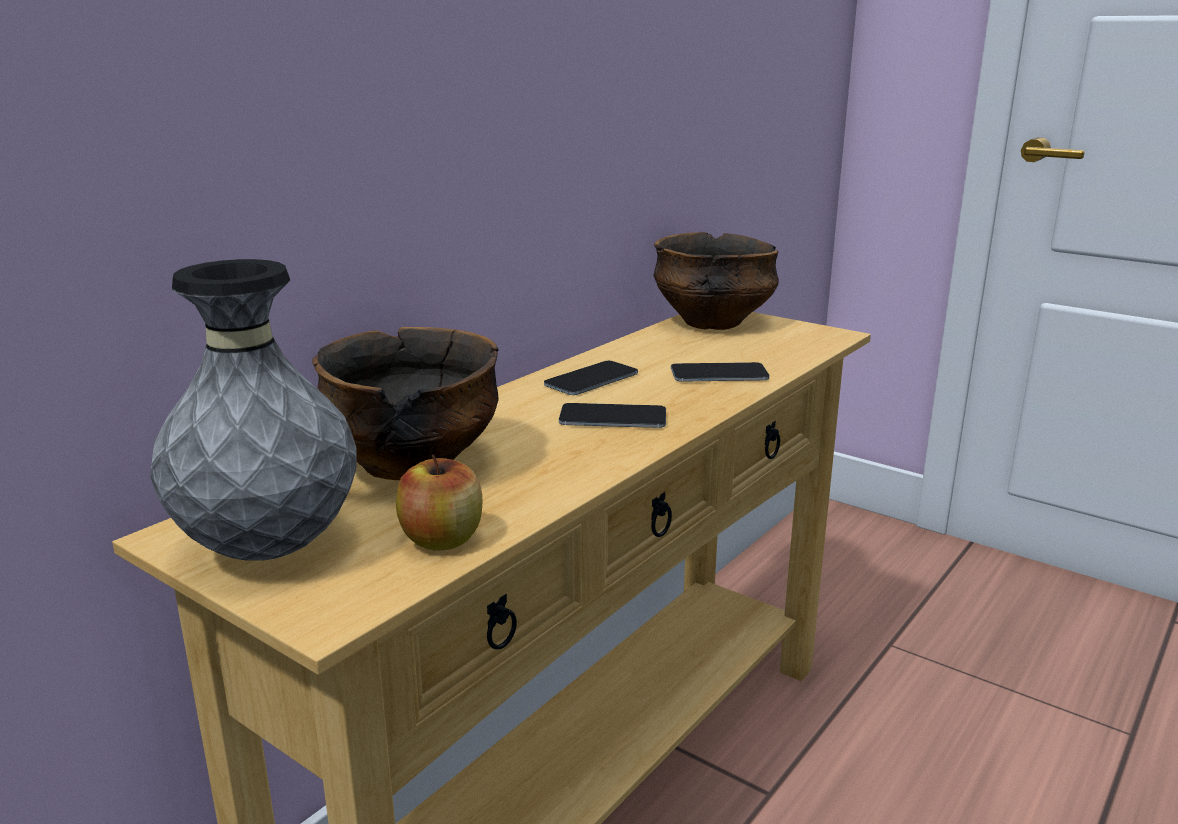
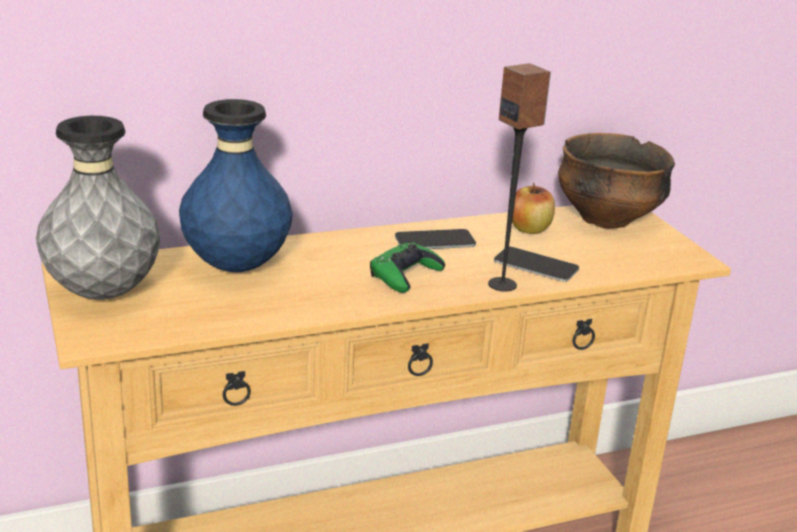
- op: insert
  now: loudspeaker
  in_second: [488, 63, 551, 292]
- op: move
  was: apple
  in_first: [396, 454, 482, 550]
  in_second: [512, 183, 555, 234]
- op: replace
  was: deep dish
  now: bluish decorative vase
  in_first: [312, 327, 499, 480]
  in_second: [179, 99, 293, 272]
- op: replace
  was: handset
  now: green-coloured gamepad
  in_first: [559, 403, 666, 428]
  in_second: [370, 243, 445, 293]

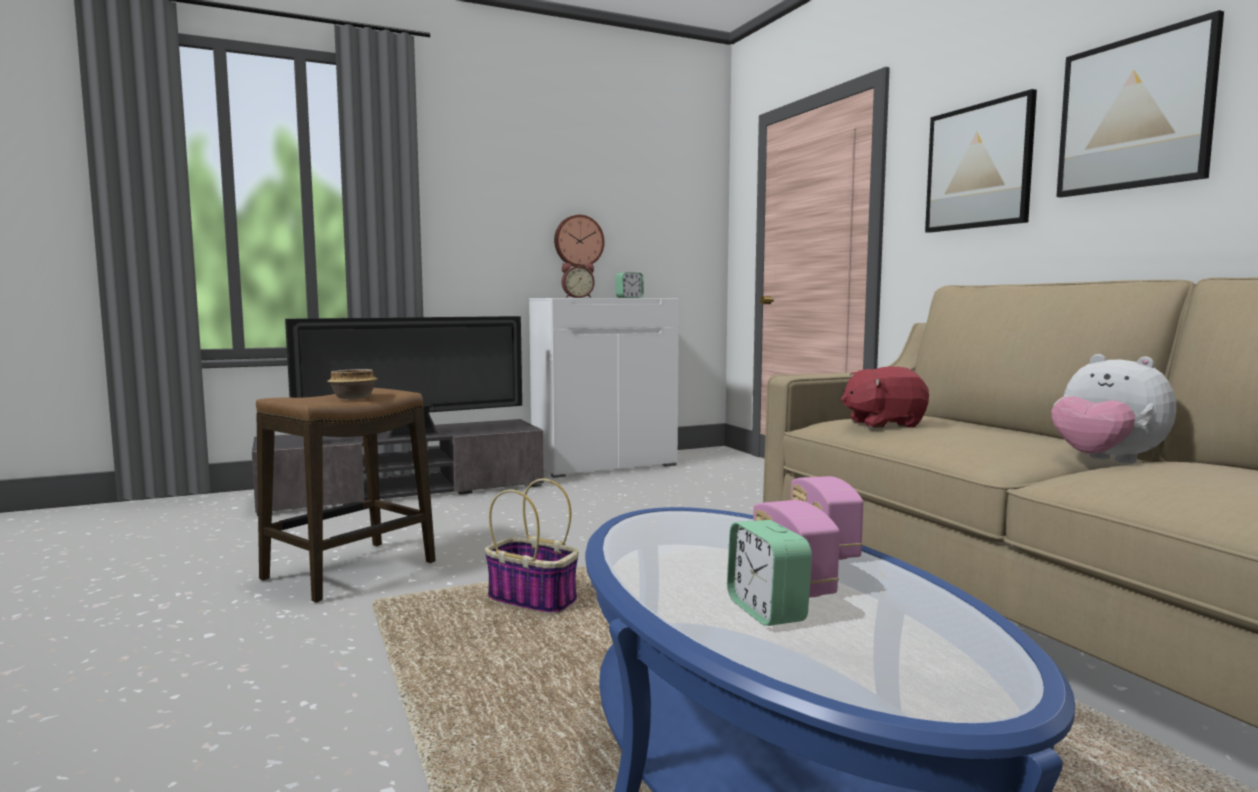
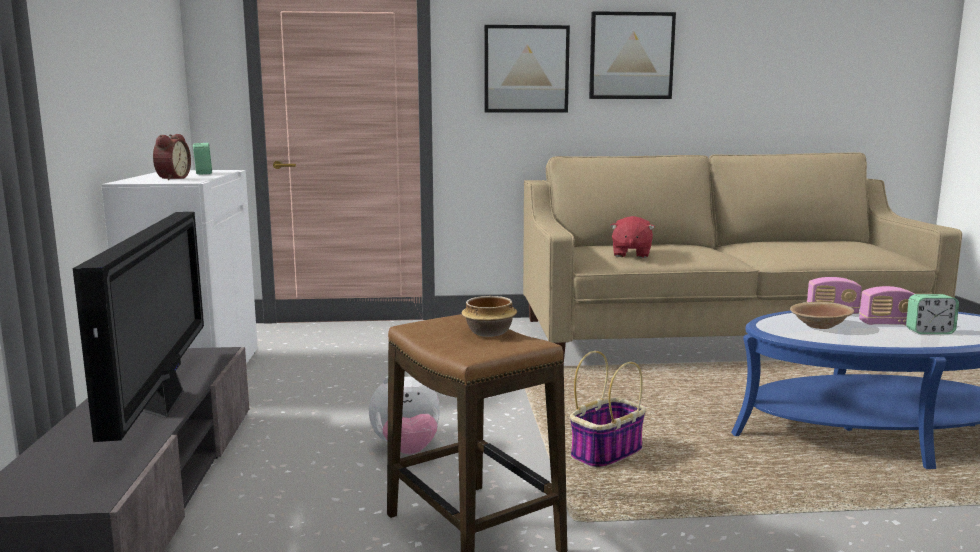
- op: delete
  was: clock on the wall
  in_first: [554, 215, 605, 267]
- op: insert
  now: brown-coloured deep dish
  in_second: [790, 302, 854, 329]
- op: move
  was: soft toy
  in_first: [1051, 354, 1176, 463]
  in_second: [369, 376, 440, 454]

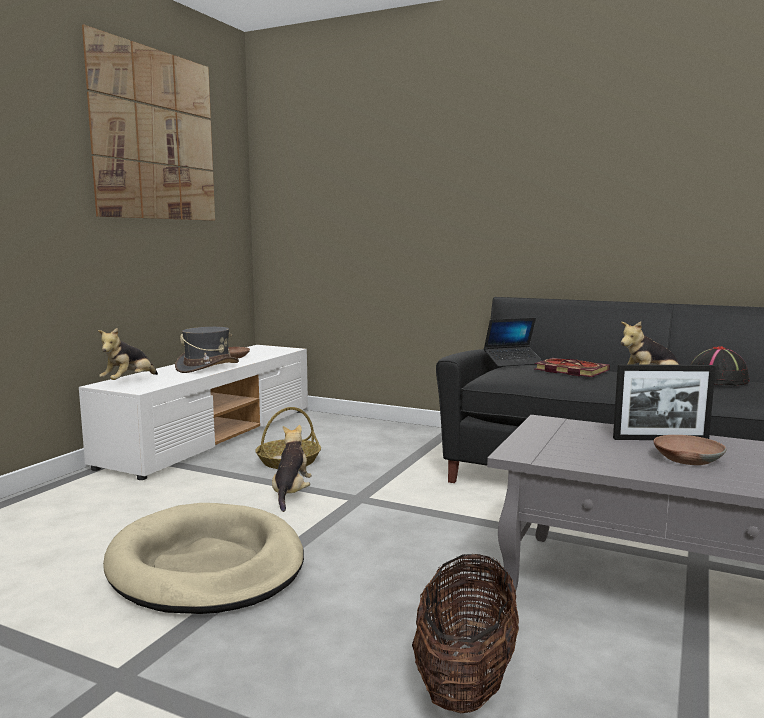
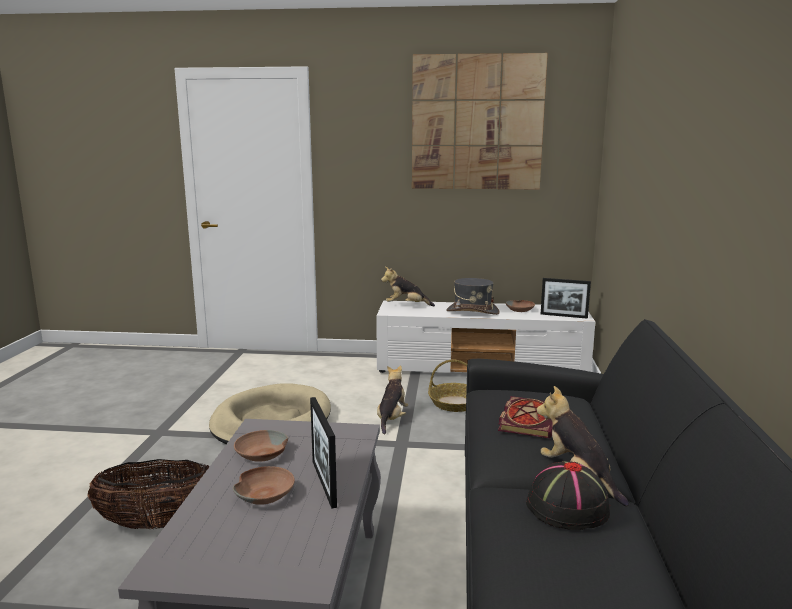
- op: delete
  was: laptop
  in_first: [484, 318, 542, 367]
- op: insert
  now: brown-coloured deep dish
  in_second: [234, 430, 288, 462]
- op: insert
  now: standing frame
  in_second: [541, 278, 591, 319]
- op: rotate
  was: soft toy
  in_first: [272, 425, 312, 512]
  in_second: [377, 365, 408, 434]
  clockwise: -60

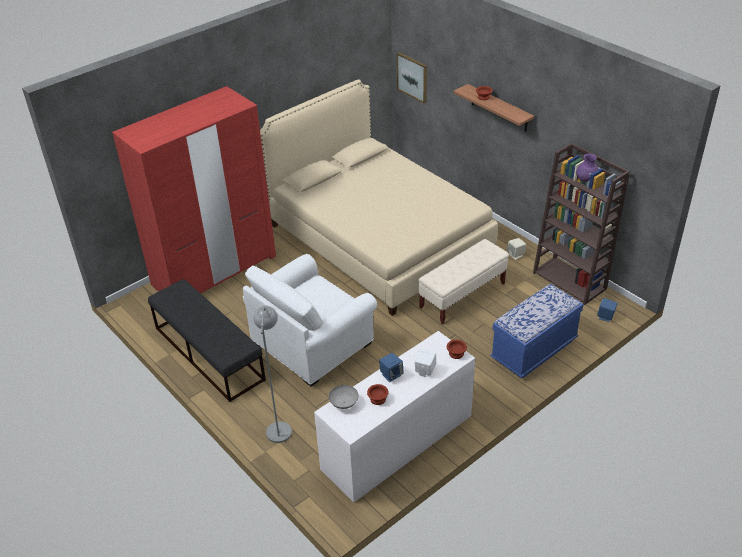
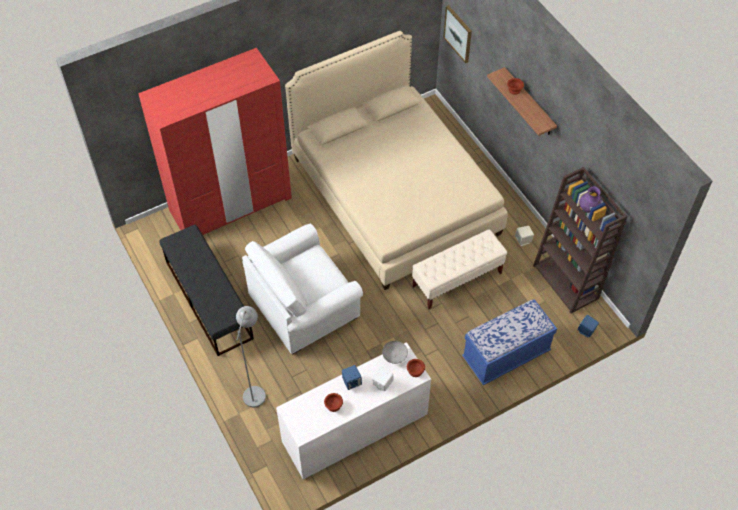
- op: move
  was: grey deep dish
  in_first: [329, 385, 359, 409]
  in_second: [382, 341, 408, 364]

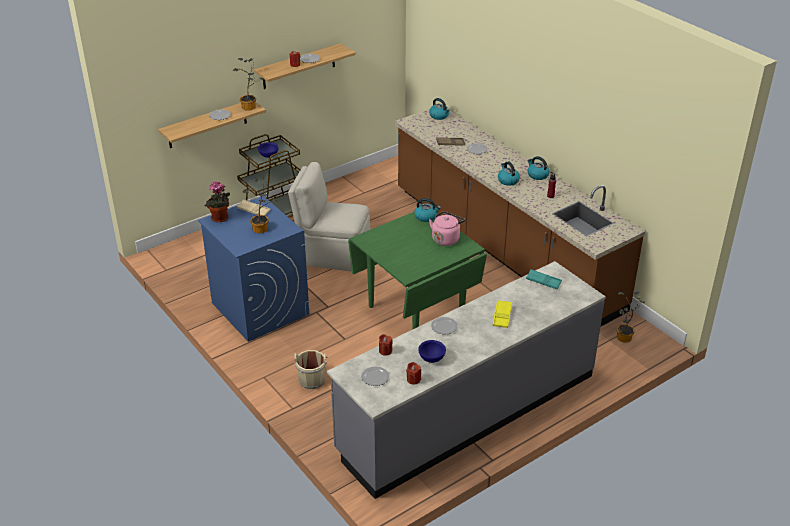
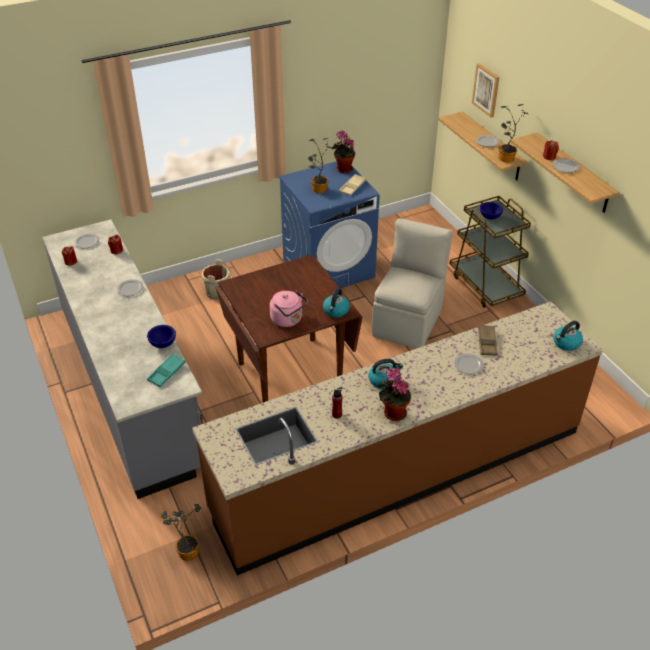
- op: delete
  was: yellowish tray
  in_first: [492, 300, 512, 328]
- op: insert
  now: picture
  in_second: [472, 63, 500, 117]
- op: move
  was: bluish deep dish
  in_first: [418, 340, 446, 363]
  in_second: [147, 325, 176, 348]
- op: replace
  was: kettle
  now: houseplant
  in_first: [527, 156, 550, 180]
  in_second: [377, 368, 411, 421]
- op: recolor
  was: green-coloured kitchen table
  now: brown-coloured kitchen table
  in_first: [348, 211, 487, 330]
  in_second: [215, 255, 362, 403]

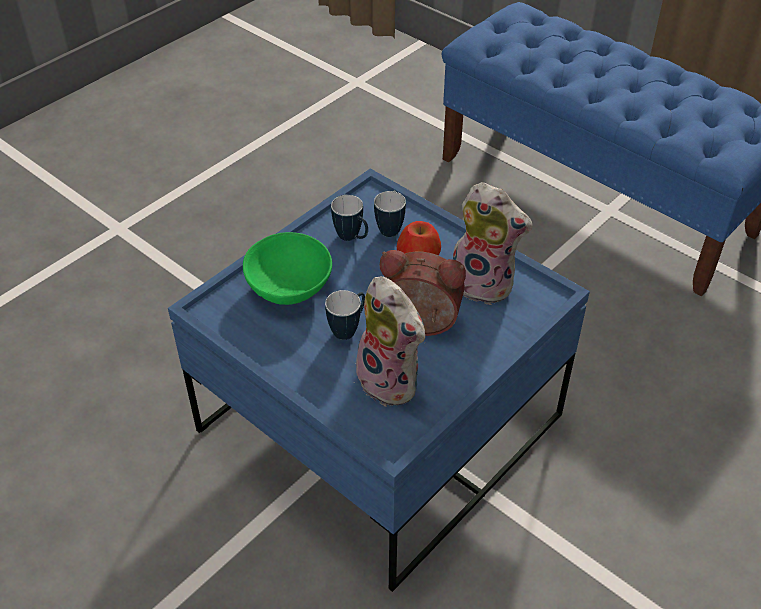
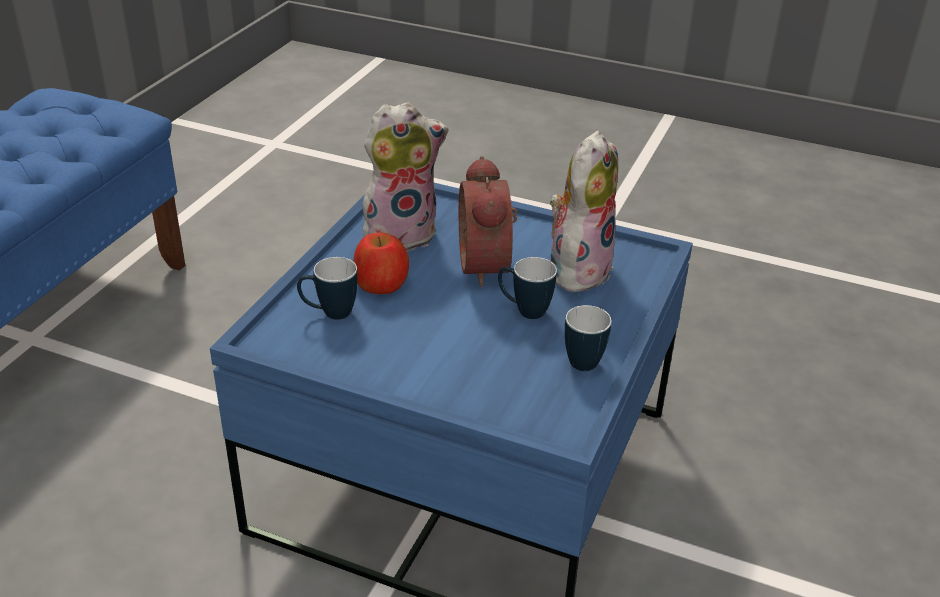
- op: delete
  was: green-coloured deep dish
  in_first: [243, 232, 332, 305]
- op: move
  was: coffee mug
  in_first: [331, 195, 368, 241]
  in_second: [565, 305, 611, 371]
- op: rotate
  was: soft toy
  in_first: [453, 182, 533, 305]
  in_second: [362, 102, 449, 251]
  clockwise: 60

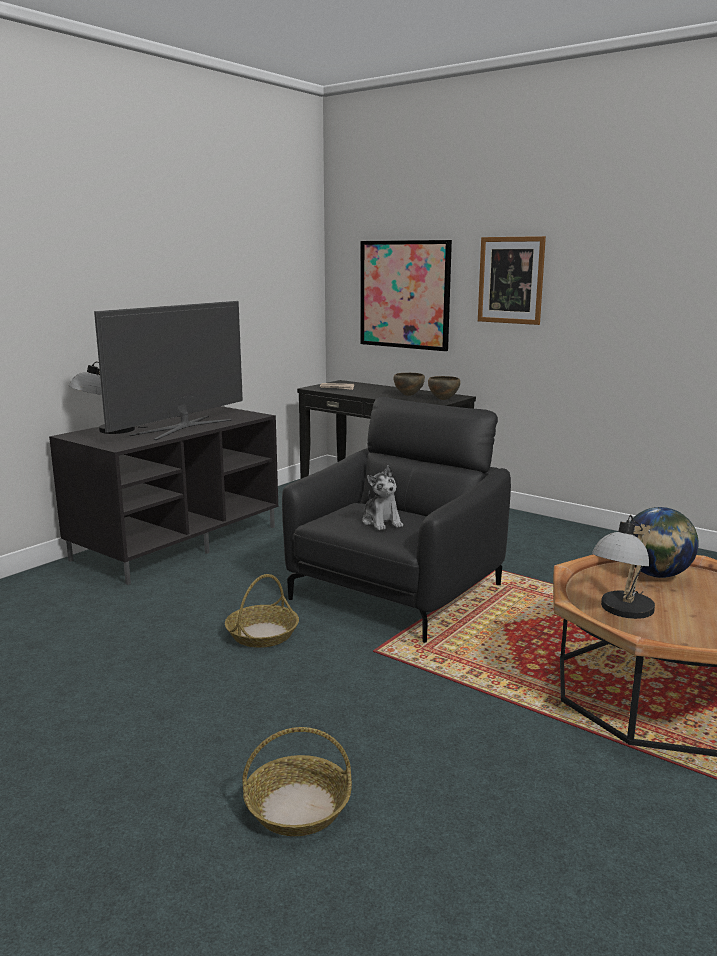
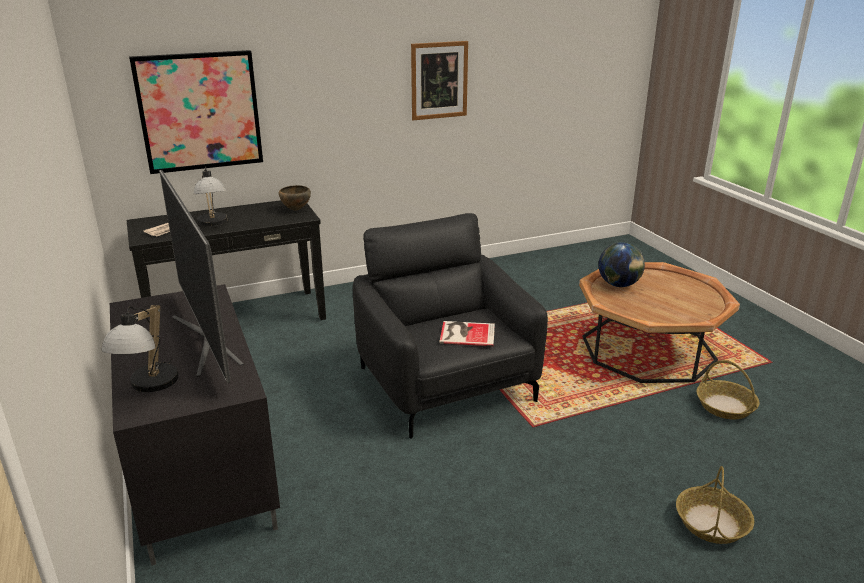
- op: delete
  was: brown-coloured deep dish
  in_first: [394, 373, 425, 396]
- op: move
  was: basket
  in_first: [225, 574, 299, 648]
  in_second: [697, 360, 759, 419]
- op: move
  was: picture
  in_first: [478, 236, 546, 325]
  in_second: [411, 41, 468, 120]
- op: move
  was: table lamp
  in_first: [592, 515, 655, 619]
  in_second: [194, 166, 228, 226]
- op: replace
  was: soft toy
  now: bound book
  in_first: [362, 465, 403, 530]
  in_second: [439, 321, 495, 346]

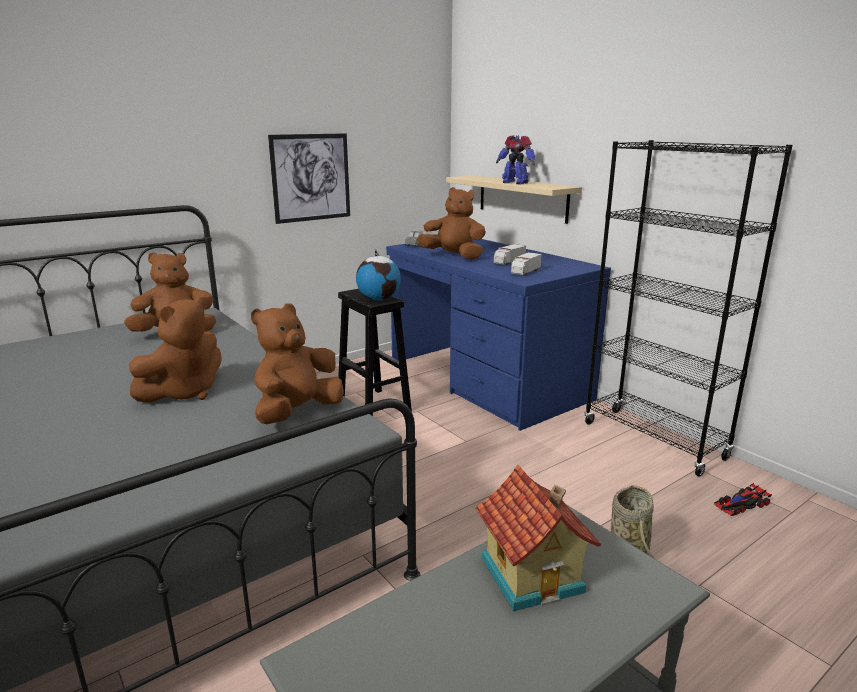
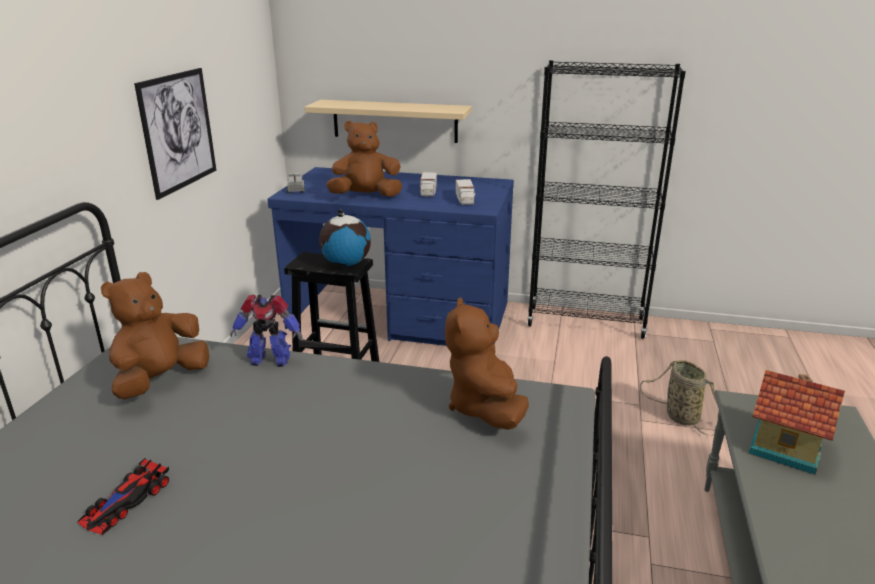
- op: delete
  was: brown-coloured soft toy
  in_first: [129, 297, 222, 403]
- op: move
  was: model robot
  in_first: [496, 135, 535, 184]
  in_second: [230, 294, 303, 367]
- op: move
  was: model car
  in_first: [714, 483, 772, 516]
  in_second: [77, 457, 169, 535]

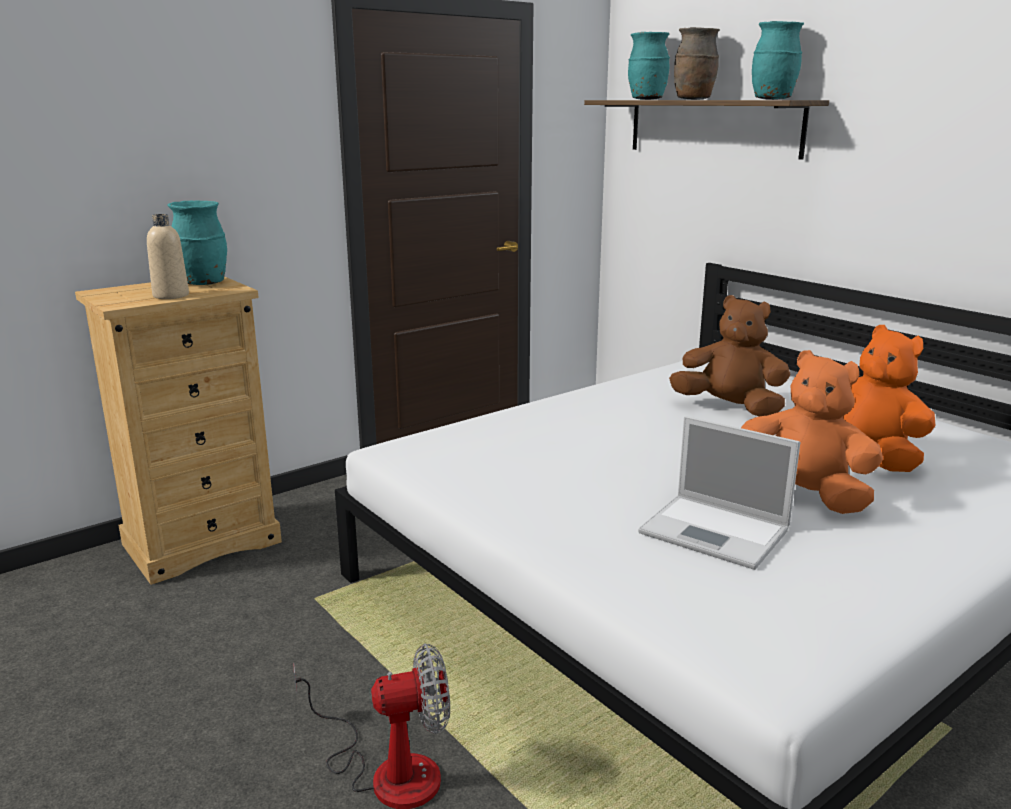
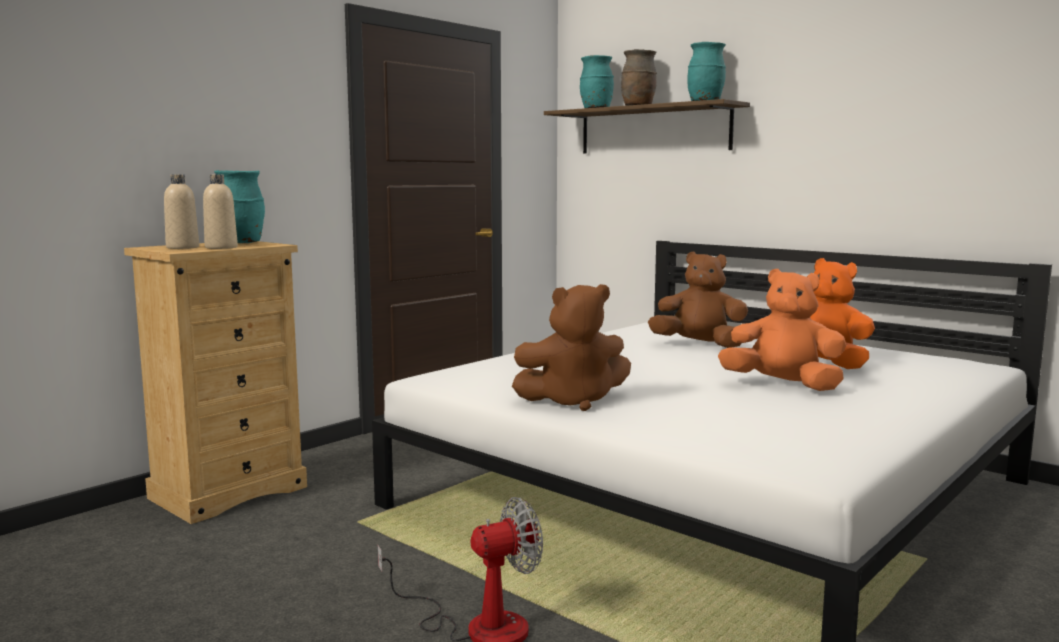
- op: delete
  was: laptop
  in_first: [638, 416, 801, 570]
- op: insert
  now: sand-coloured bottle
  in_second: [164, 175, 199, 249]
- op: insert
  now: brown-coloured soft toy
  in_second: [512, 284, 631, 411]

